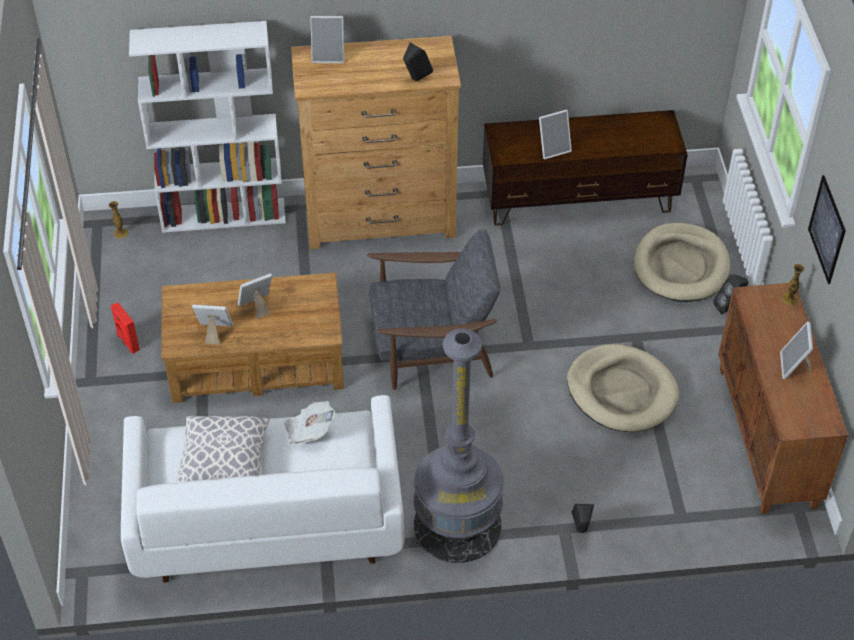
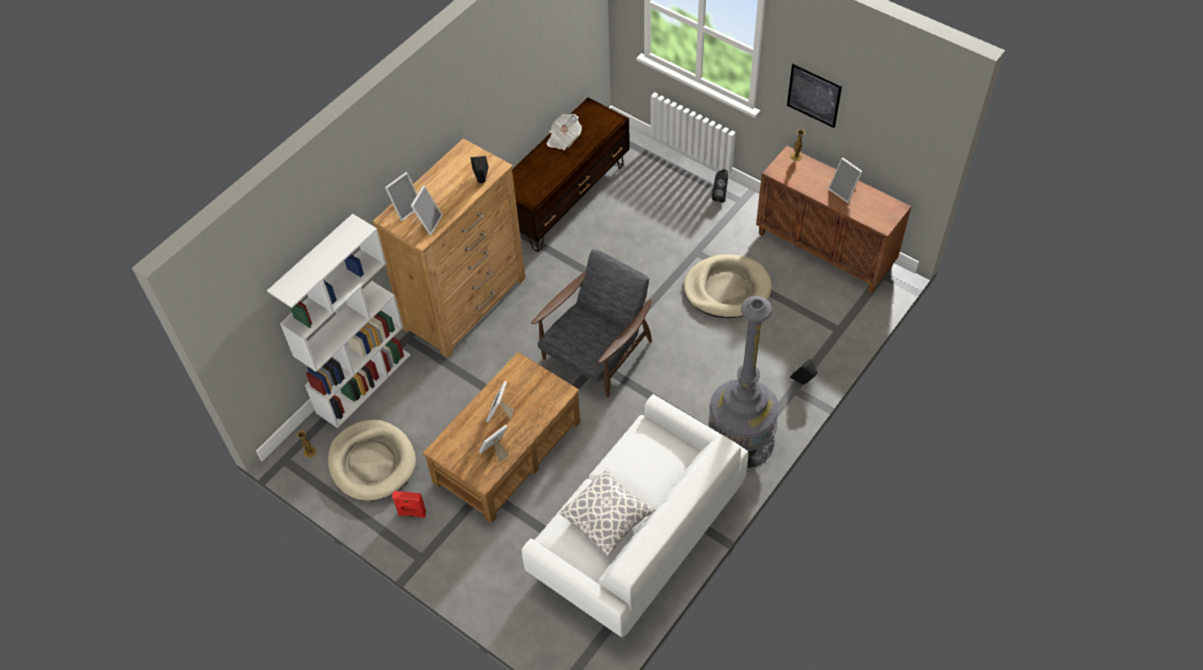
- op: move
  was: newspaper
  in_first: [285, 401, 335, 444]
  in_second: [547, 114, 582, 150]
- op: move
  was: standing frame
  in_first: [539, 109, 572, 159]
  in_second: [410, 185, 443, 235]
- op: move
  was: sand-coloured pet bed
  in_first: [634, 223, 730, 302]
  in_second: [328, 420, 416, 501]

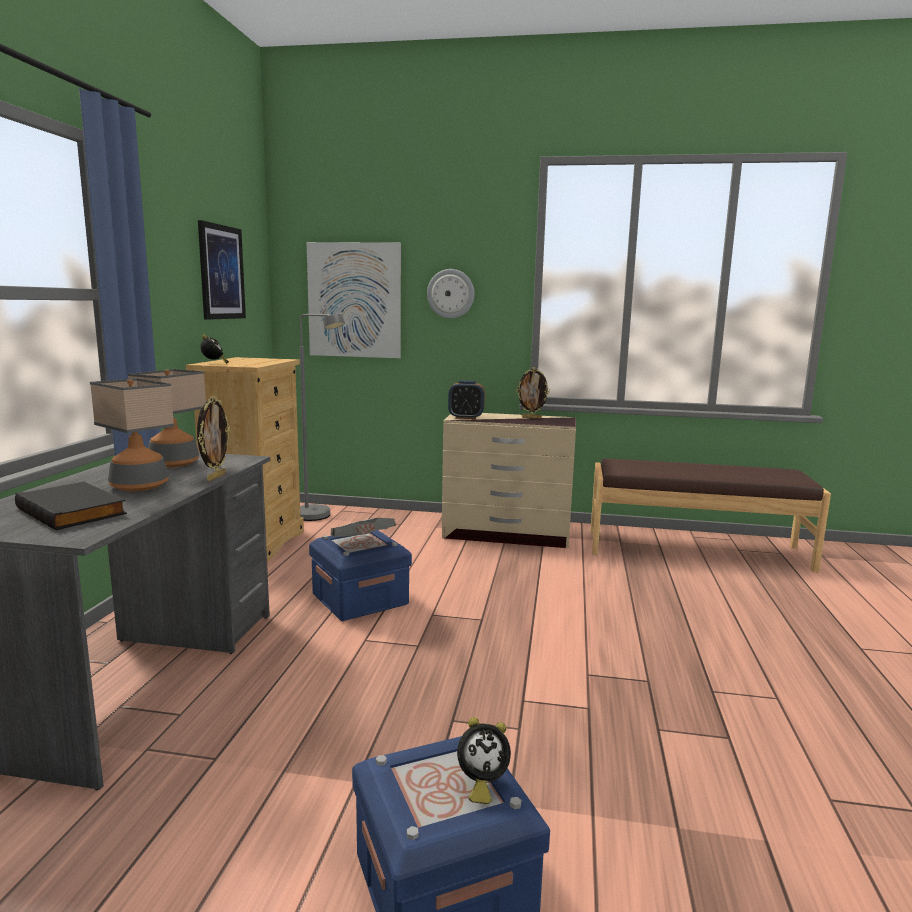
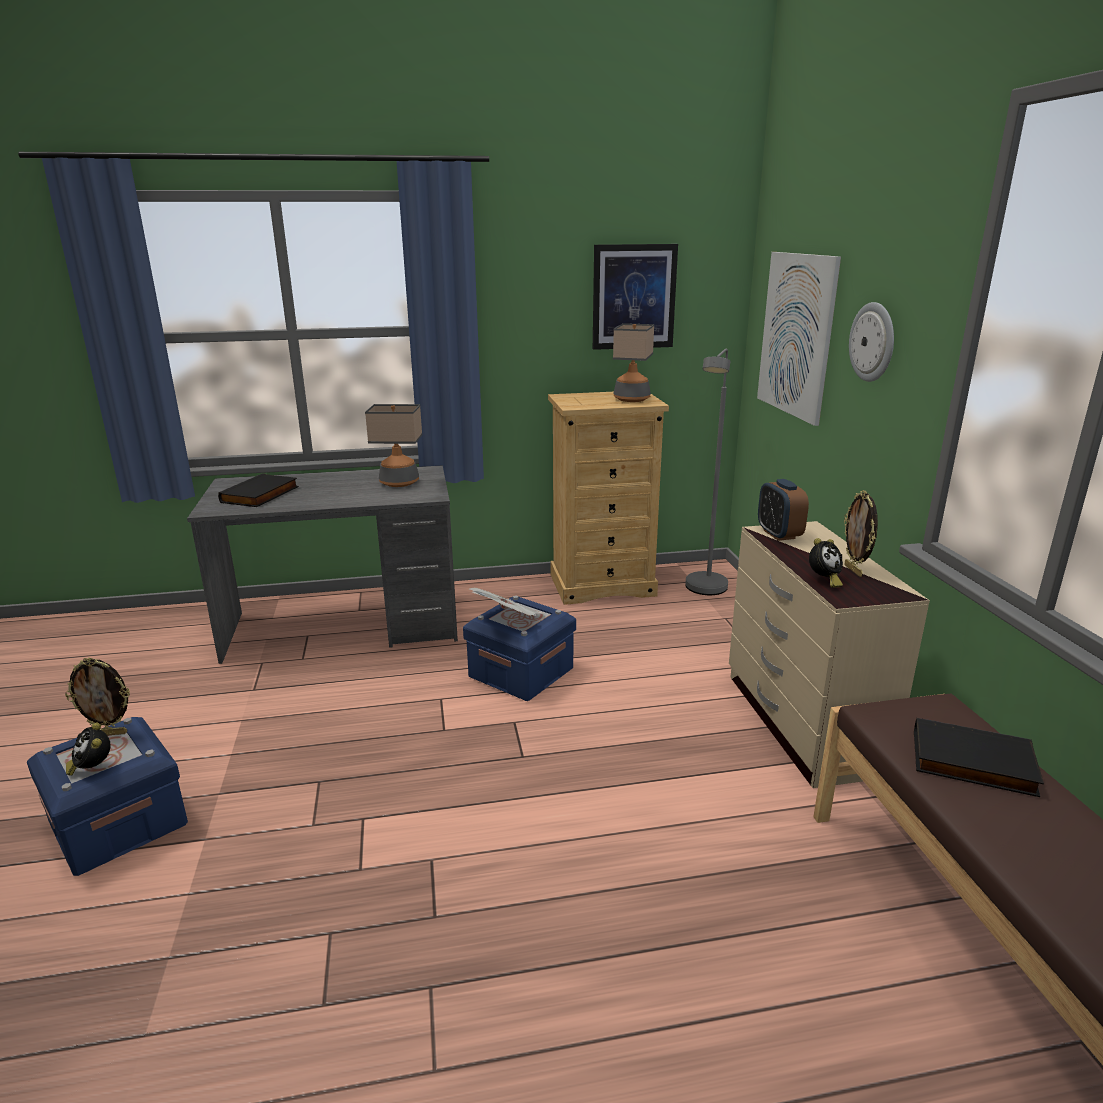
- op: insert
  now: black-coloured bound book
  in_second: [914, 718, 1044, 797]
- op: move
  was: table lamp
  in_first: [90, 378, 174, 491]
  in_second: [613, 323, 655, 402]
- op: move
  was: standing frame
  in_first: [197, 396, 231, 481]
  in_second: [65, 657, 130, 735]
- op: move
  was: table clock
  in_first: [200, 335, 229, 364]
  in_second: [809, 538, 843, 588]

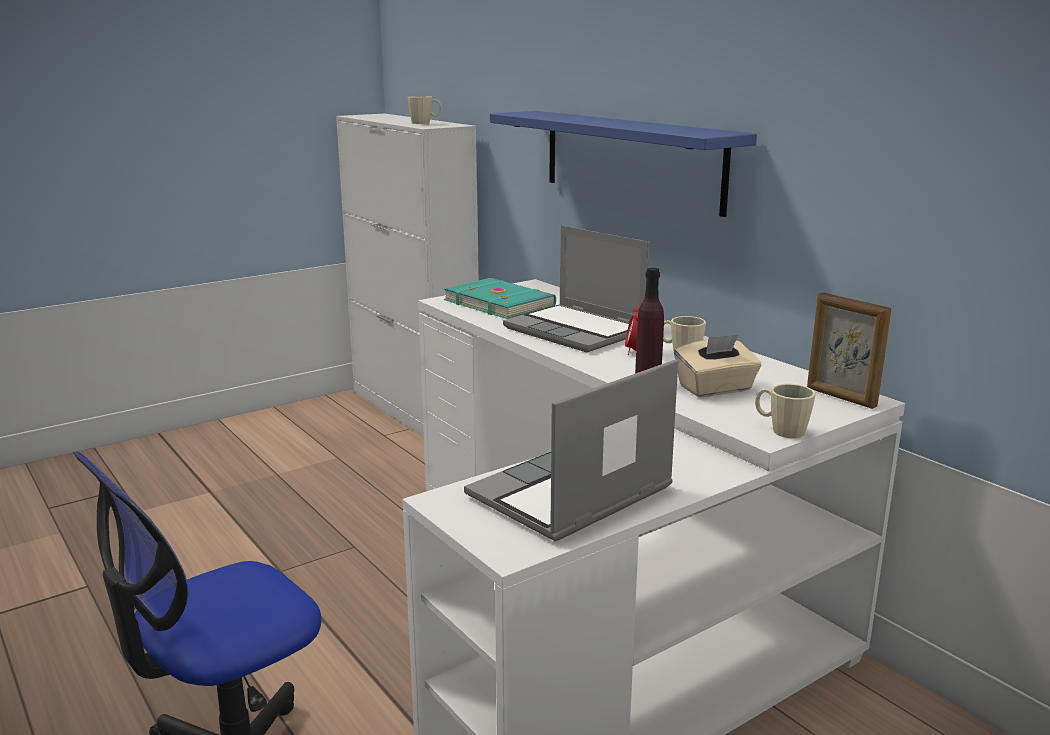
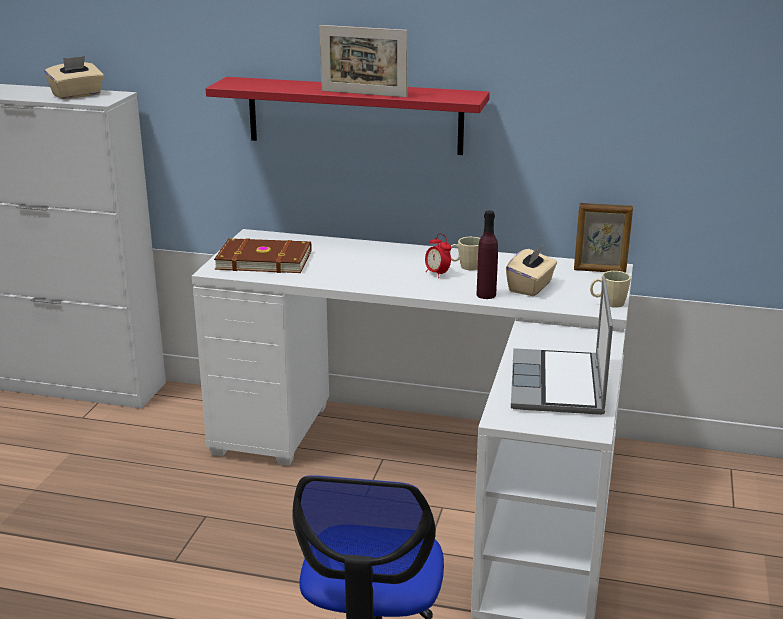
- op: delete
  was: laptop
  in_first: [503, 225, 650, 353]
- op: insert
  now: standing frame
  in_second: [320, 25, 408, 97]
- op: replace
  was: sand-coloured coffee mug
  now: sand-coloured box of tissues
  in_first: [408, 96, 442, 124]
  in_second: [45, 56, 104, 100]
- op: recolor
  was: turquoise bound book
  now: brown-coloured bound book
  in_first: [443, 278, 556, 319]
  in_second: [214, 238, 312, 273]
- op: recolor
  was: bluish bracket shelf
  now: red-coloured bracket shelf
  in_first: [490, 111, 757, 217]
  in_second: [206, 77, 490, 155]

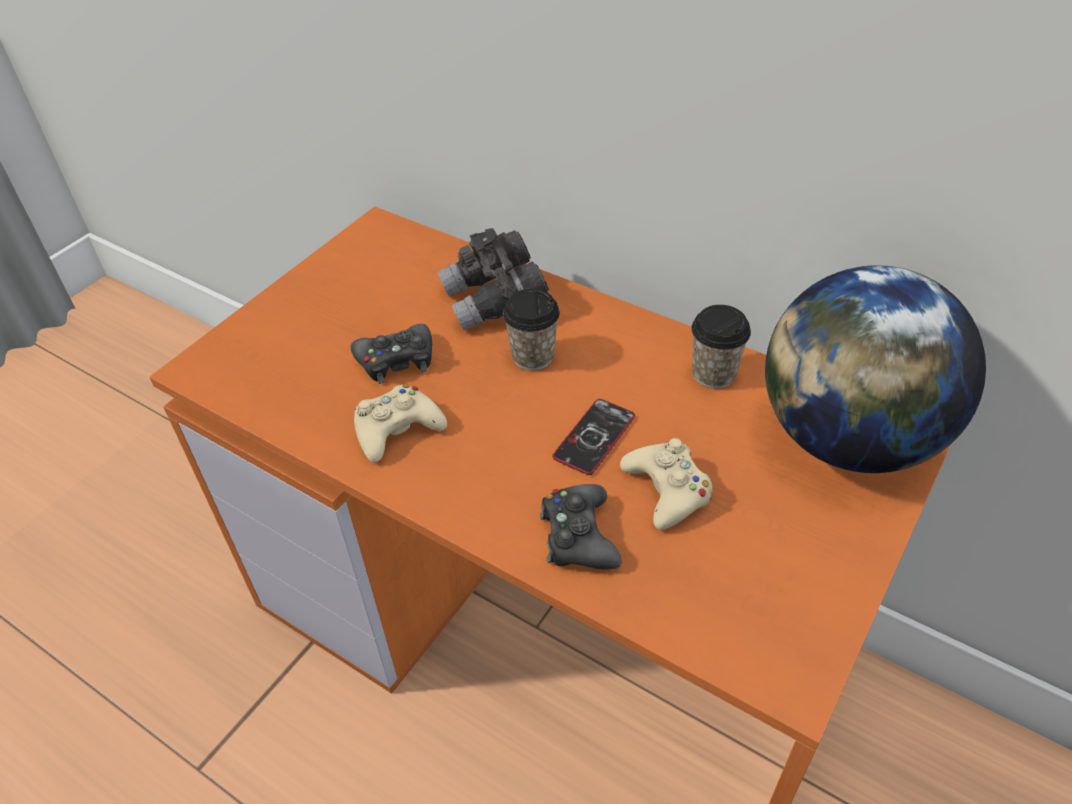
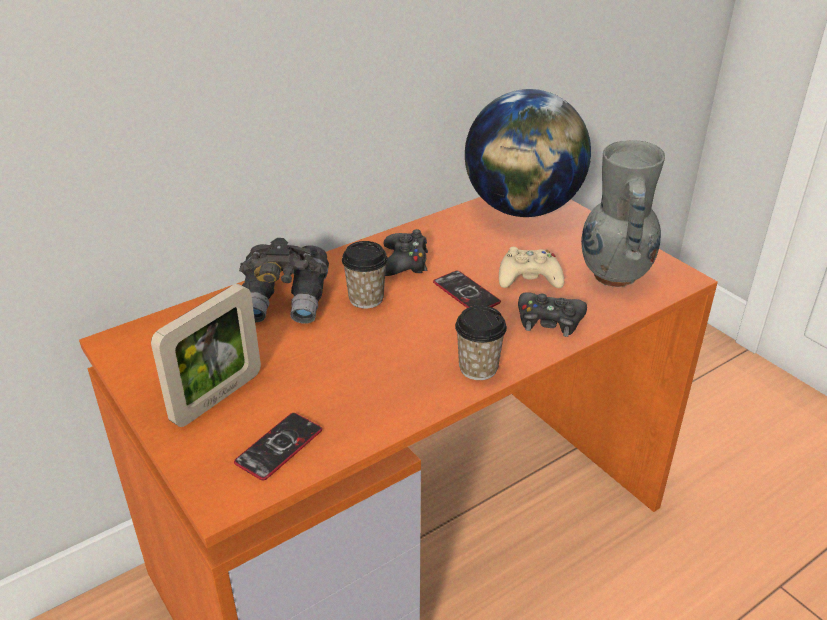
- op: delete
  was: sand-coloured gamepad
  in_first: [354, 384, 447, 463]
- op: insert
  now: standing frame
  in_second: [151, 284, 261, 427]
- op: insert
  now: handset
  in_second: [234, 413, 322, 480]
- op: insert
  now: grey decorative vase
  in_second: [581, 140, 665, 287]
- op: move
  was: black-coloured gamepad
  in_first: [351, 324, 432, 384]
  in_second: [383, 229, 428, 276]
- op: move
  was: small cup
  in_first: [691, 305, 751, 389]
  in_second: [455, 305, 507, 380]

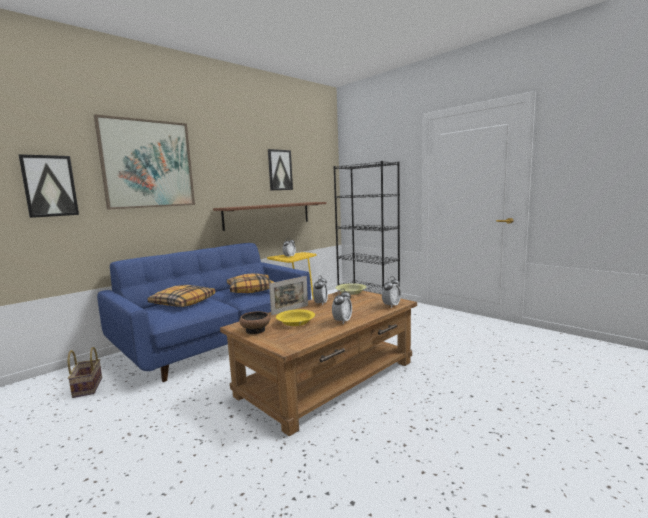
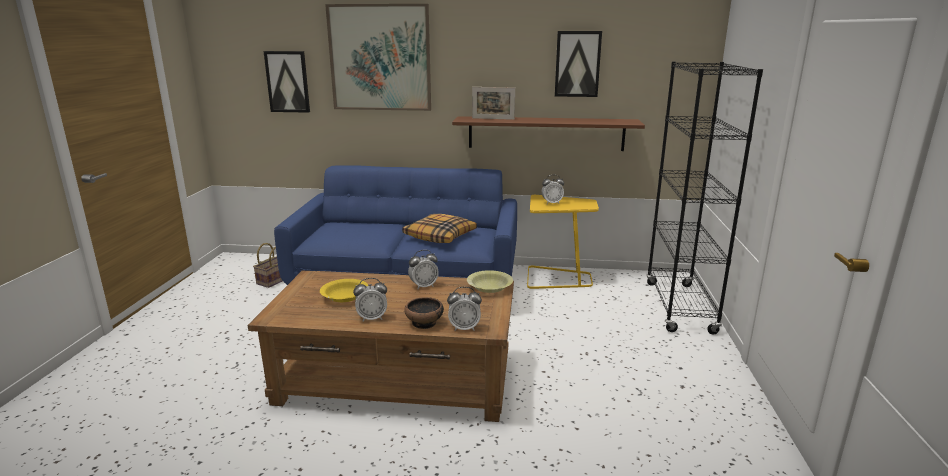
- op: delete
  was: throw pillow
  in_first: [148, 285, 215, 307]
- op: move
  was: deep dish
  in_first: [239, 311, 270, 334]
  in_second: [404, 297, 444, 329]
- op: move
  was: standing frame
  in_first: [269, 276, 308, 315]
  in_second: [472, 87, 515, 120]

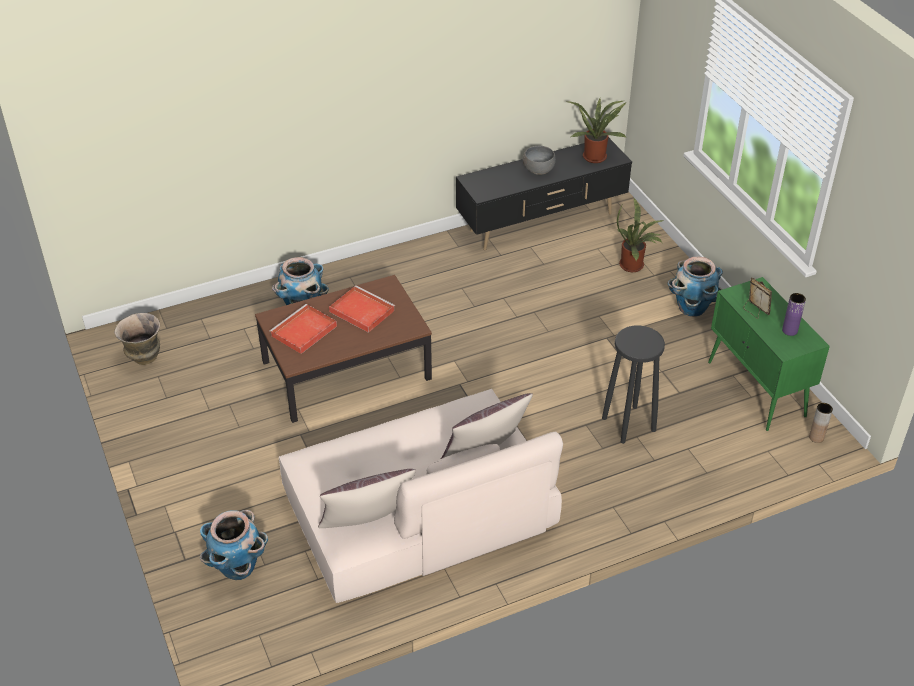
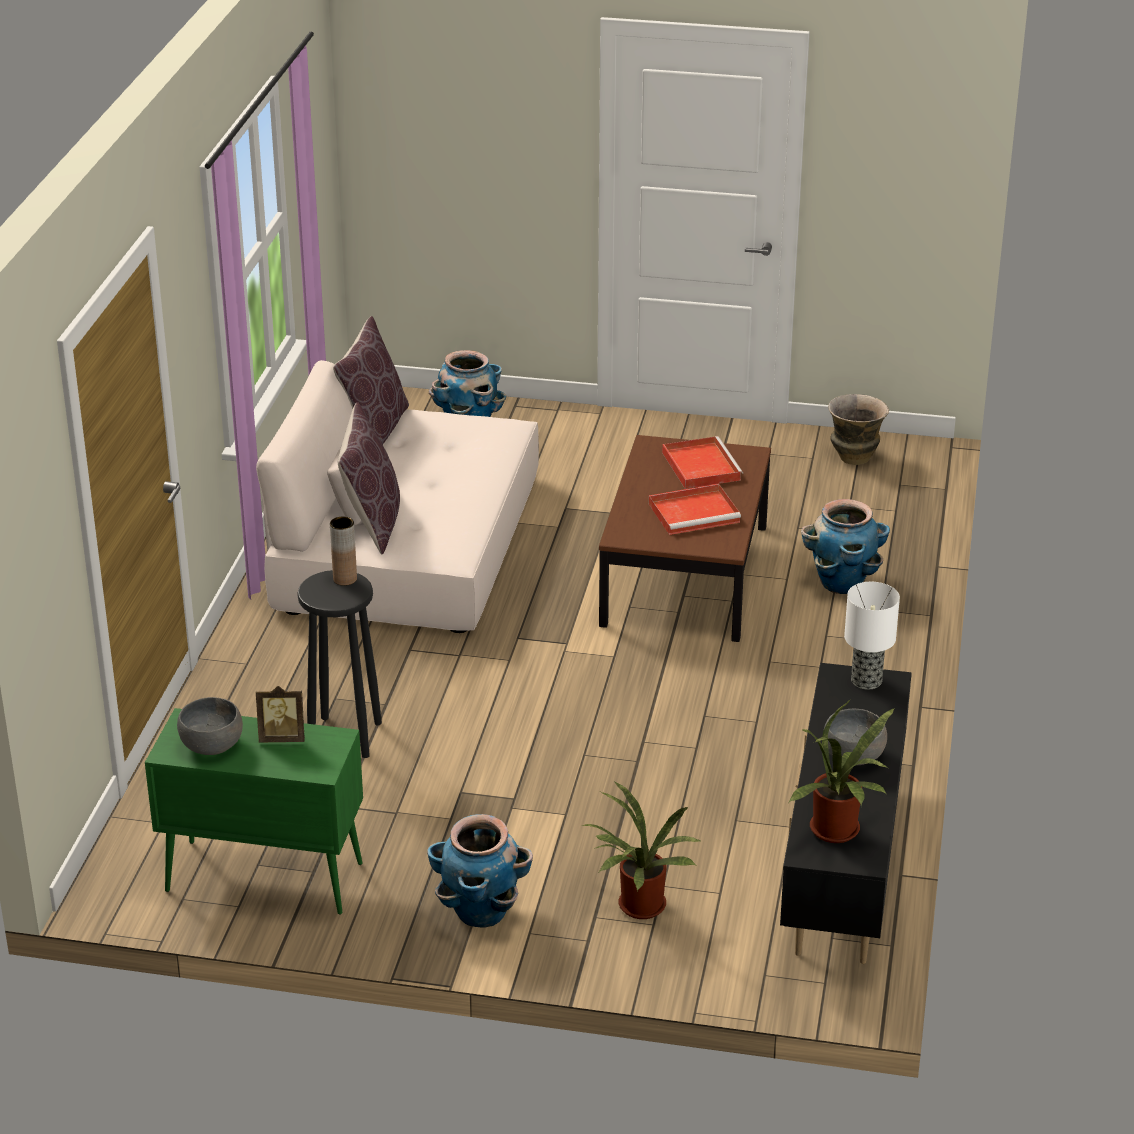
- op: insert
  now: table lamp
  in_second: [844, 582, 900, 690]
- op: move
  was: brown-coloured decorative vase
  in_first: [809, 403, 833, 443]
  in_second: [330, 517, 357, 586]
- op: replace
  was: purple-coloured decorative vase
  now: grey deep dish
  in_first: [782, 293, 806, 336]
  in_second: [177, 697, 243, 755]

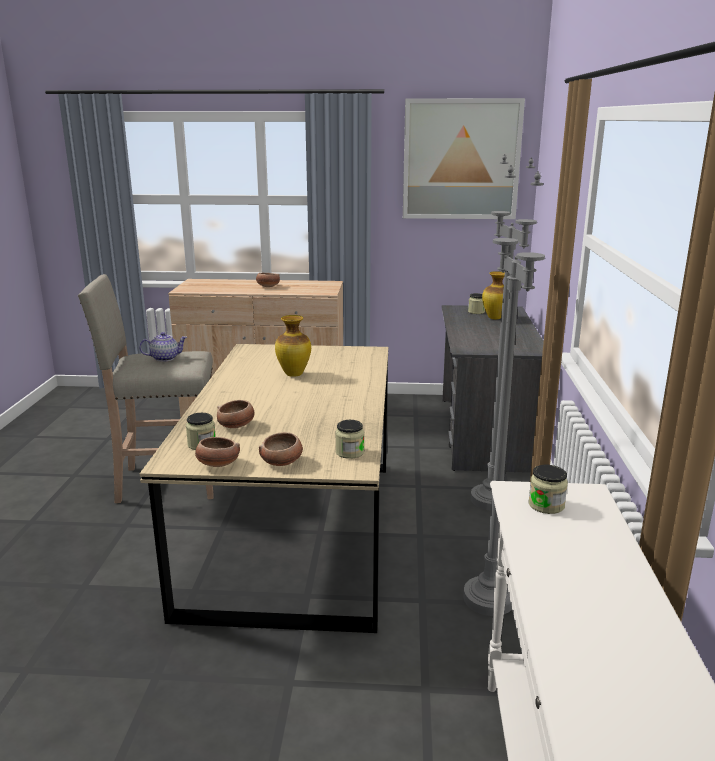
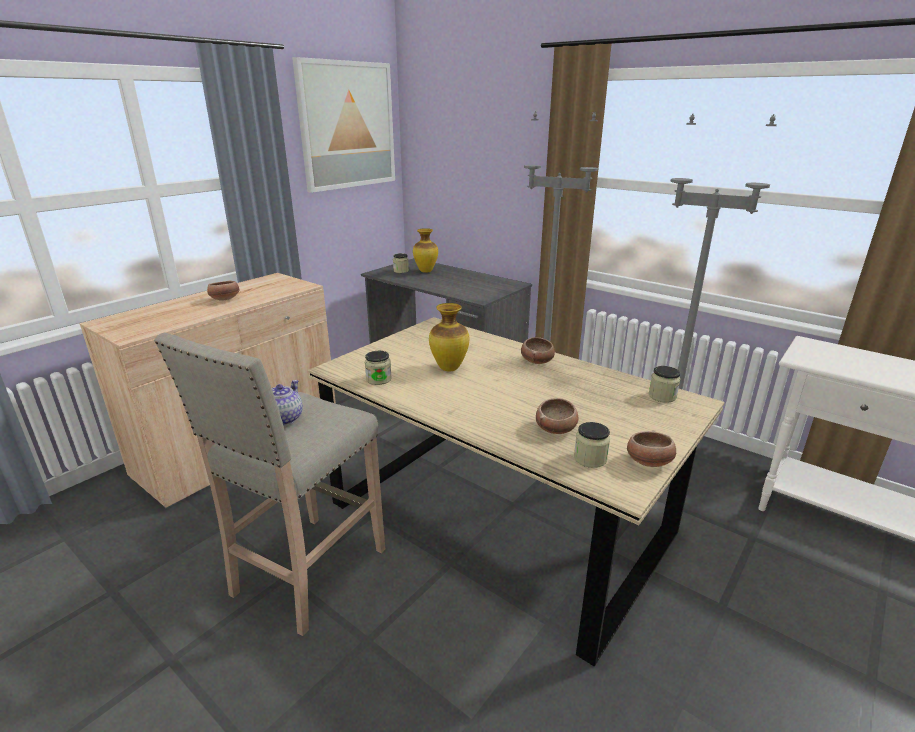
- op: move
  was: deep dish
  in_first: [259, 432, 303, 466]
  in_second: [521, 337, 555, 364]
- op: move
  was: jar
  in_first: [528, 465, 568, 514]
  in_second: [365, 351, 392, 385]

